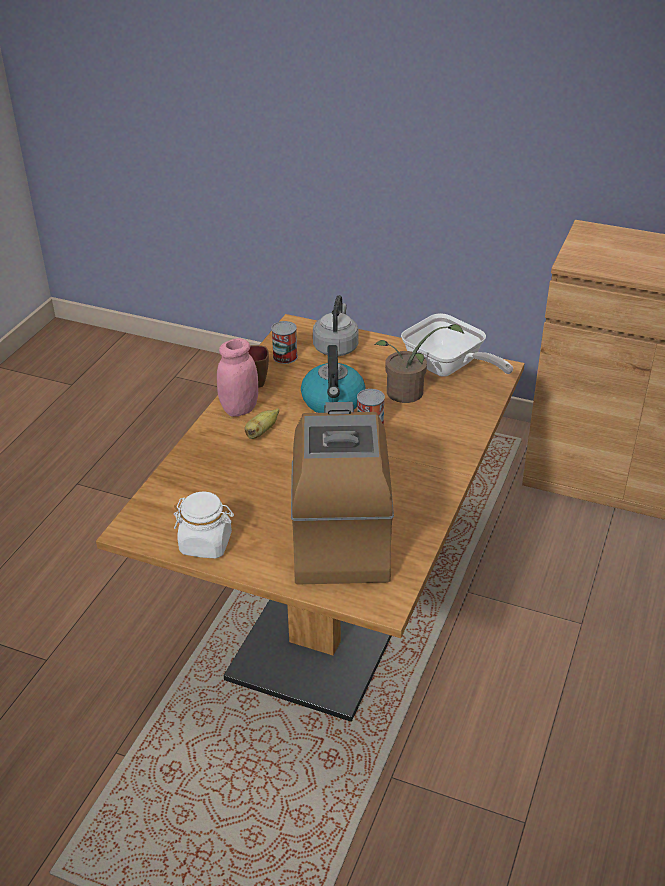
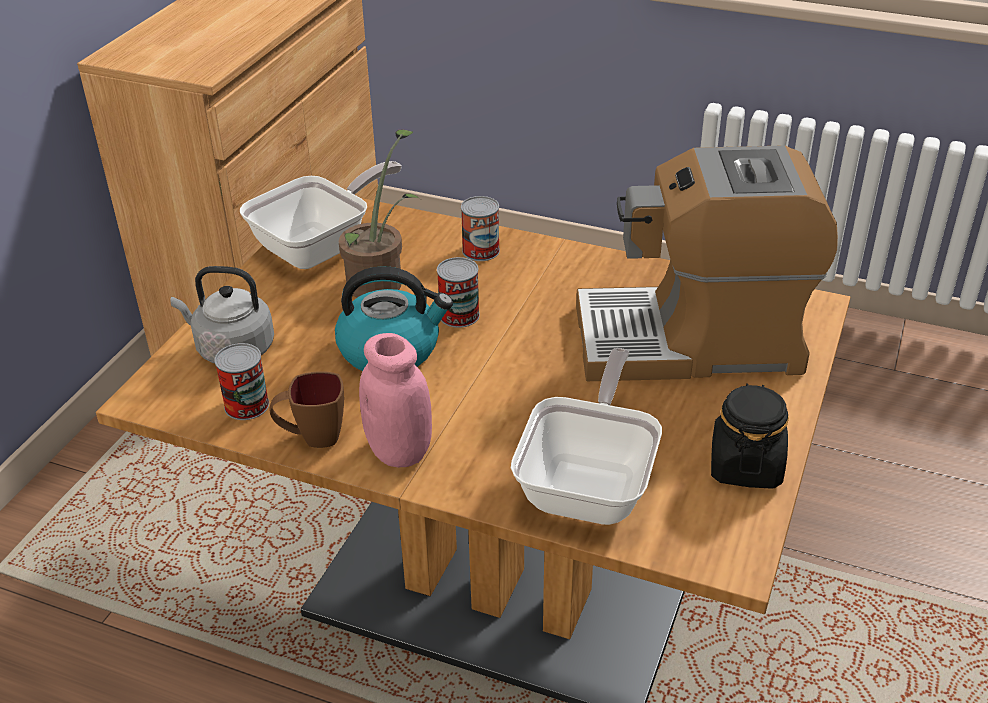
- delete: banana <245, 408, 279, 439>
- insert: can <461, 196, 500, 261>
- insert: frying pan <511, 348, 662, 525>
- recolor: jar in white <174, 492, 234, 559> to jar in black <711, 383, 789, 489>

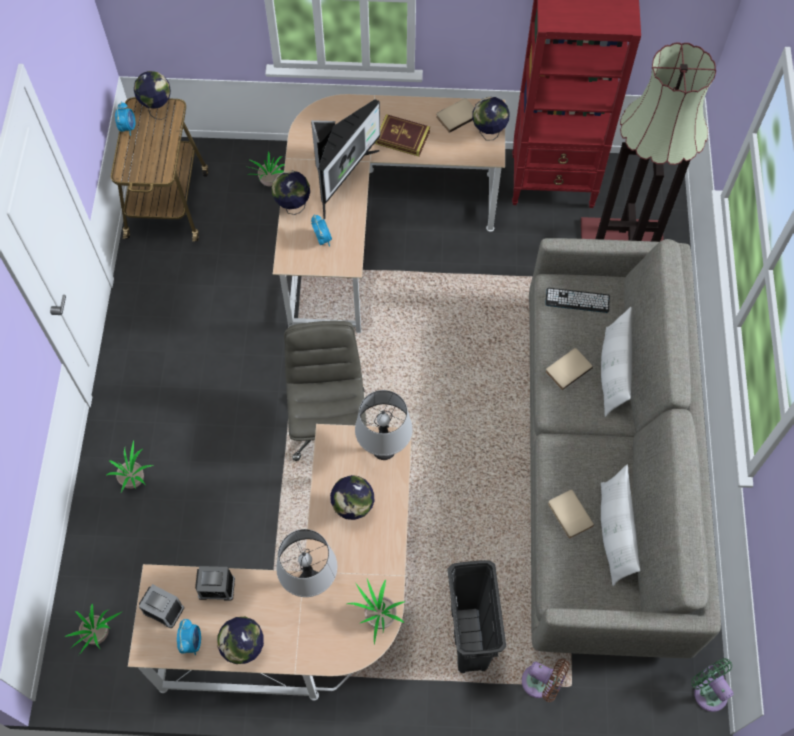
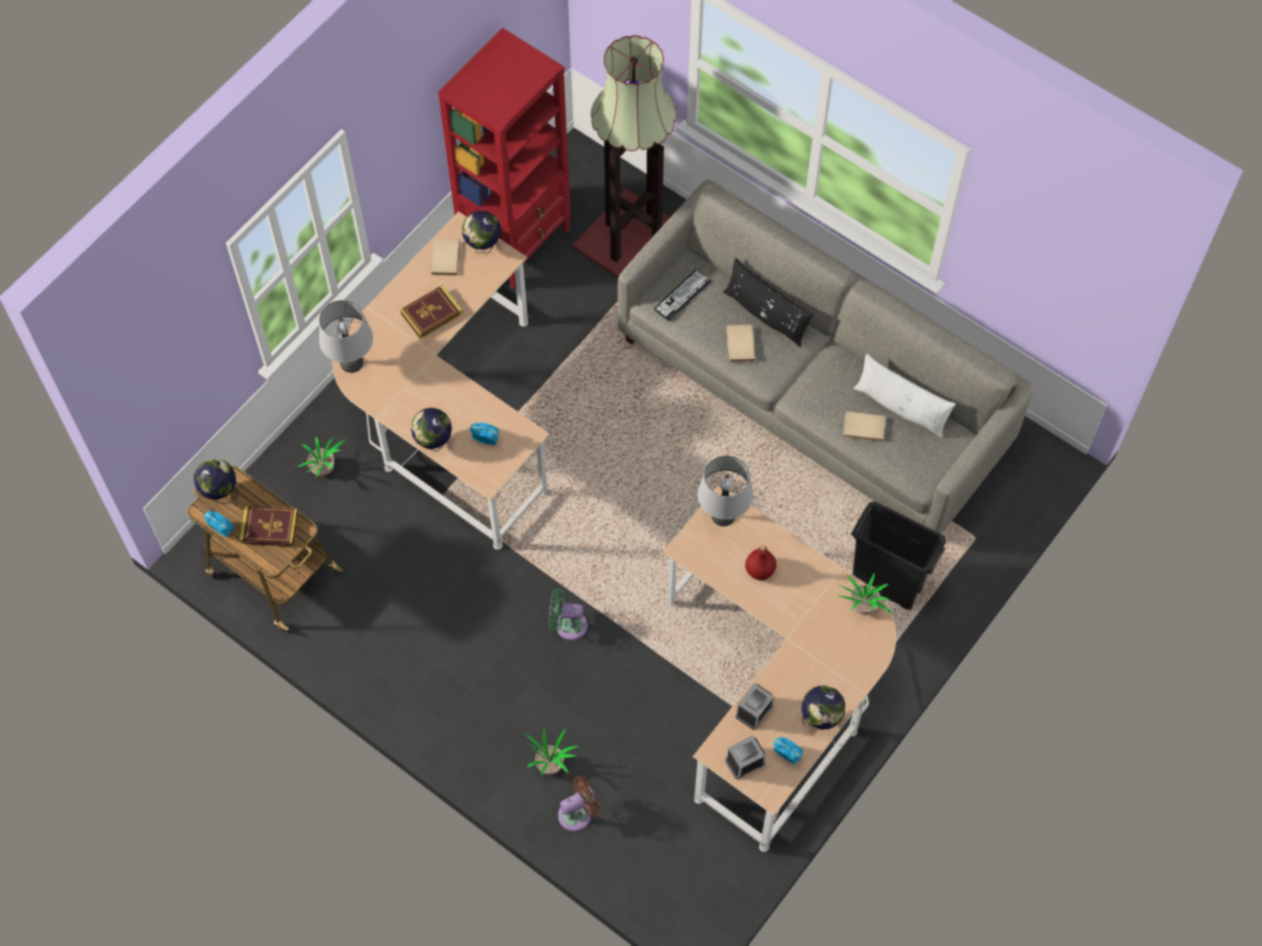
- delete: potted plant <65, 604, 121, 655>
- delete: office chair in grey <284, 321, 367, 461>
- delete: monitor <311, 99, 380, 219>
- insert: book <239, 506, 298, 547>
- move: table lamp in grey <276, 529, 337, 597> to <319, 300, 373, 373>
- move: fan in brown <522, 659, 570, 702> to <558, 776, 601, 832>
- move: fan in green <691, 658, 733, 712> to <548, 588, 588, 640>
- replace: globe <330, 475, 375, 520> to bottle in red <745, 546, 777, 580>
- recolor: pillow in white <601, 307, 632, 417> to pillow in black <723, 257, 814, 347>

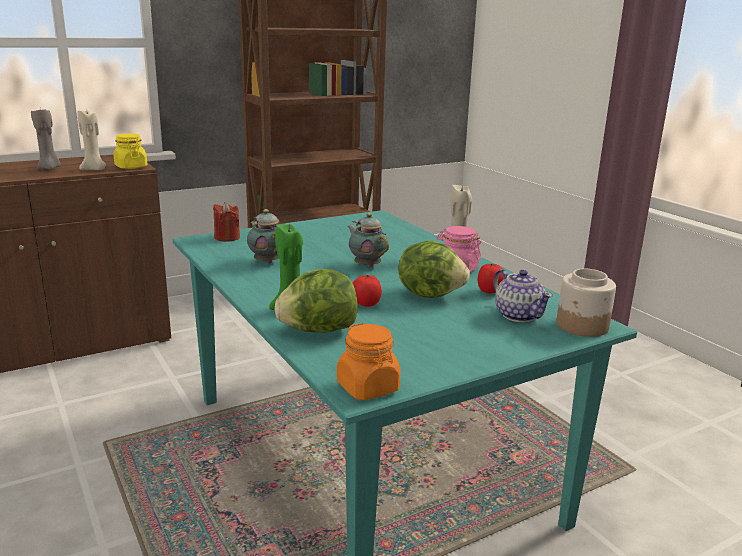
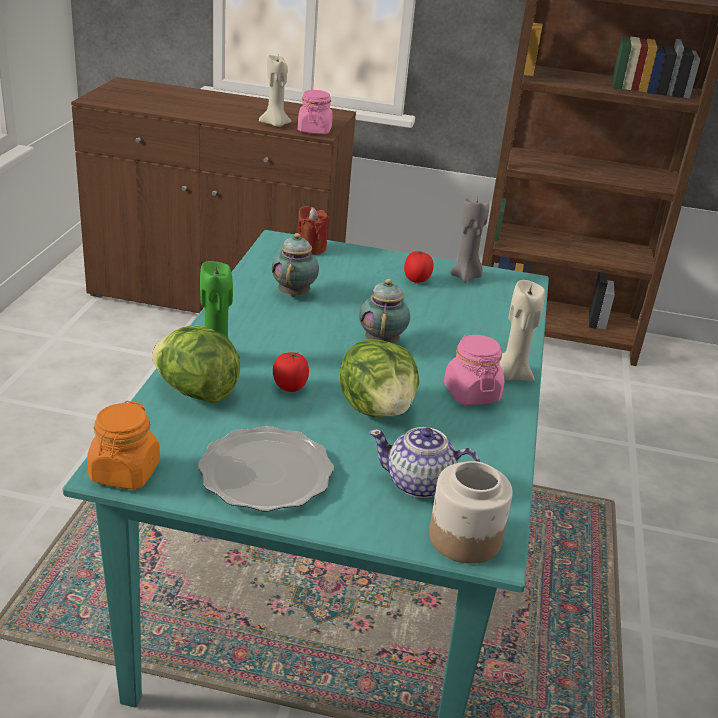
- insert: plate <198, 426, 334, 512>
- move: candle in grey <31, 109, 61, 170> to <451, 198, 489, 283>
- move: tomato <478, 263, 504, 294> to <404, 251, 434, 283>
- recolor: jar in yellow <113, 133, 148, 169> to jar in pink <298, 90, 333, 134>
- rotate: teapot <493, 269, 553, 322> = <369, 427, 480, 498> 90 degrees clockwise

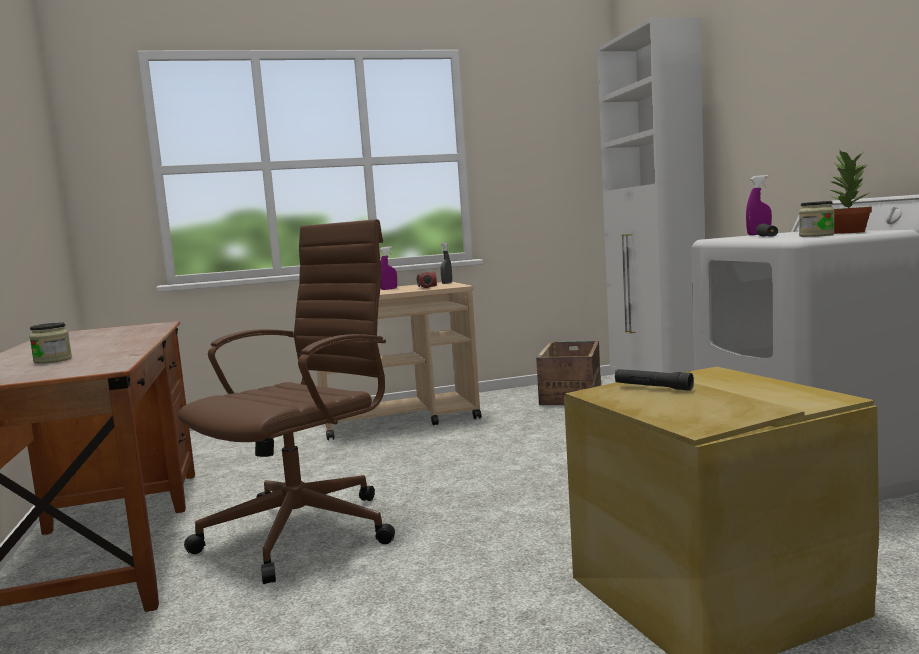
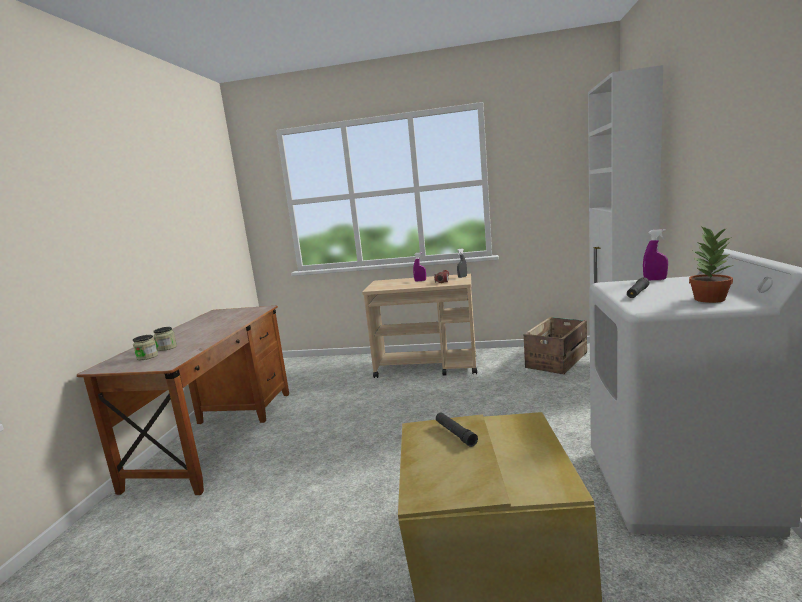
- delete: office chair in brown <178, 219, 395, 584>
- move: jar <799, 201, 834, 237> to <133, 335, 158, 360>

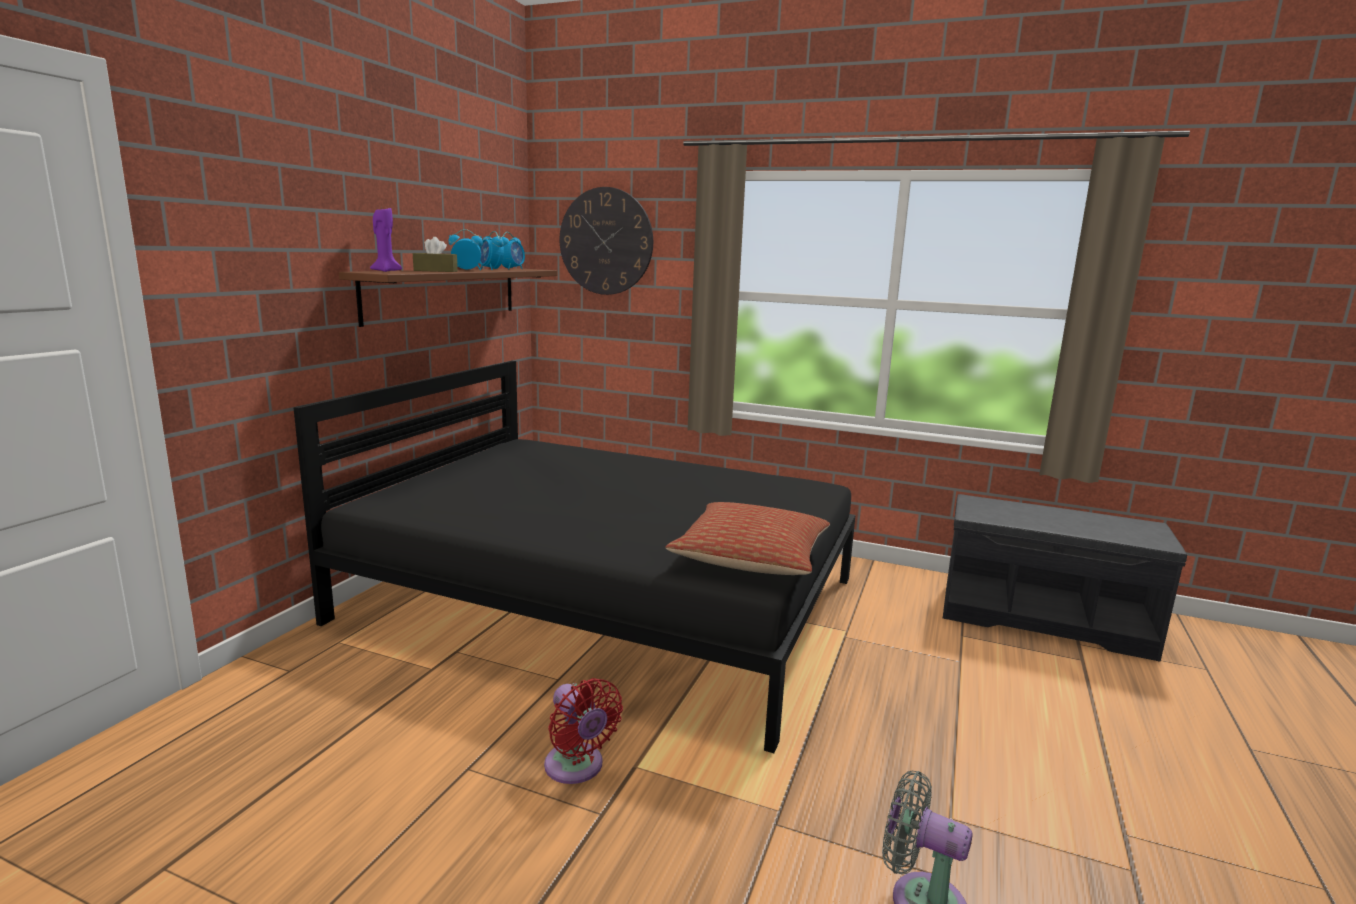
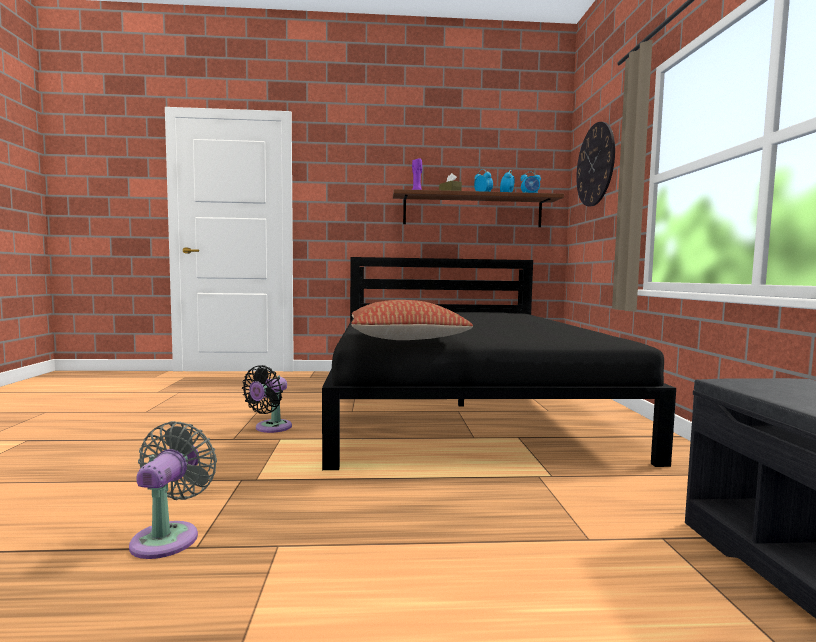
- recolor: fan in red <544, 678, 623, 784> to fan in black <242, 365, 292, 433>

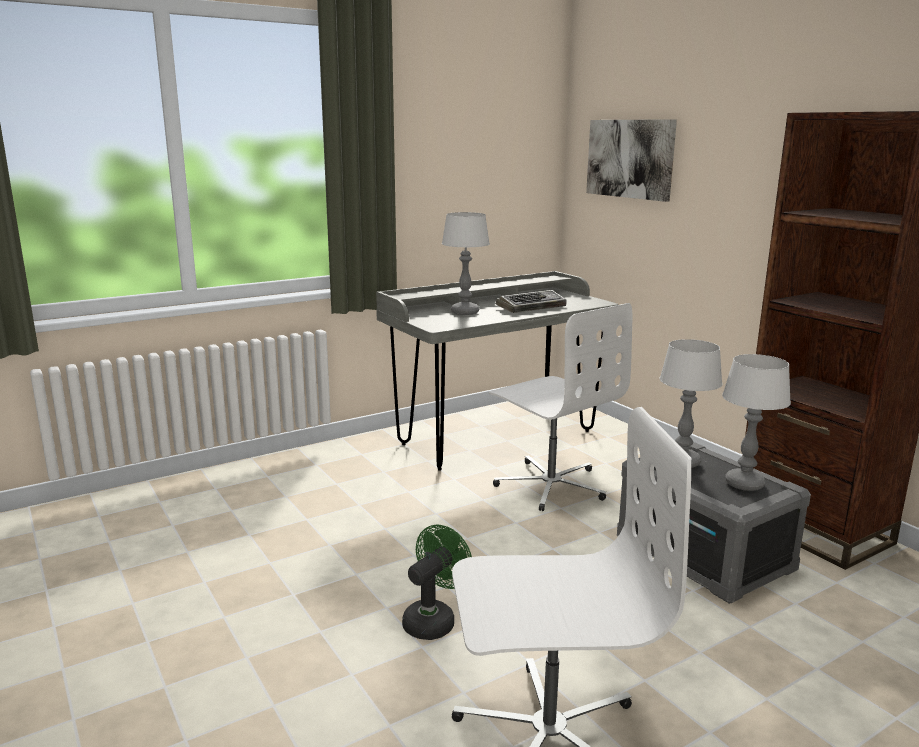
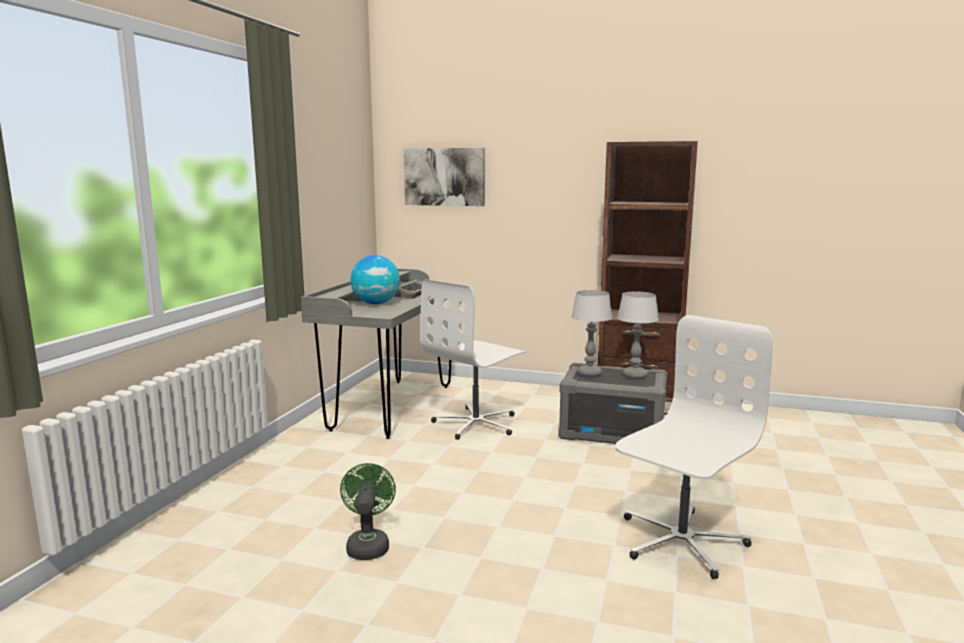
- move: fan in green <402, 525, 472, 640> to <340, 463, 396, 560>
- replace: table lamp <442, 212, 490, 315> to globe <351, 255, 400, 304>
- rotate: office chair in white <489, 303, 633, 511> = <420, 279, 526, 440> 120 degrees clockwise

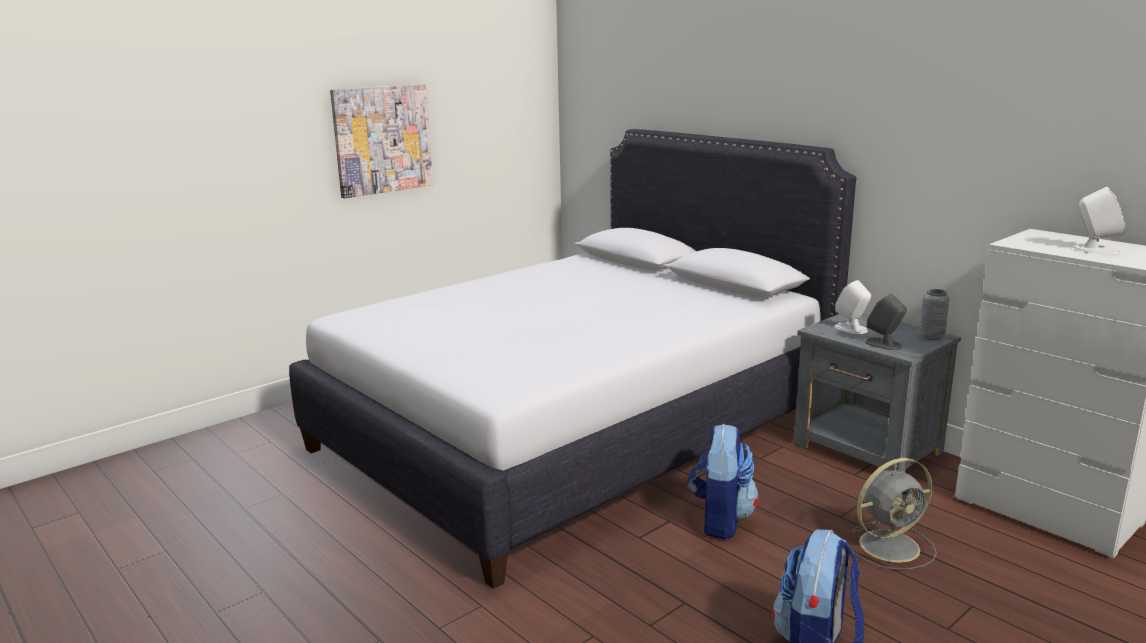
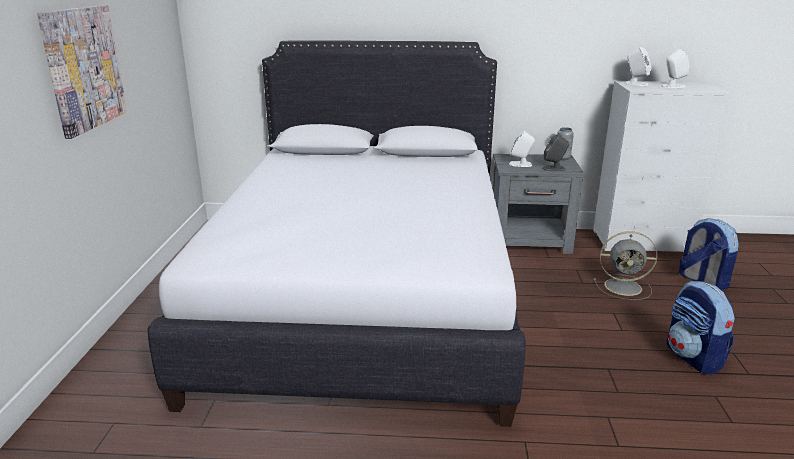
- insert: speaker in white <624, 47, 652, 86>
- move: backpack <687, 424, 759, 540> to <679, 218, 739, 290>
- rotate: fan in grey <852, 458, 937, 570> = <594, 231, 657, 300> 75 degrees clockwise

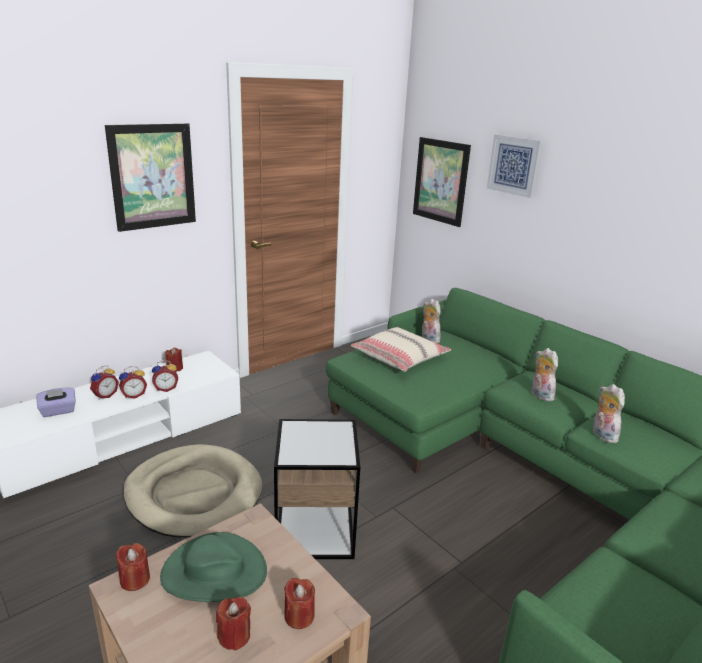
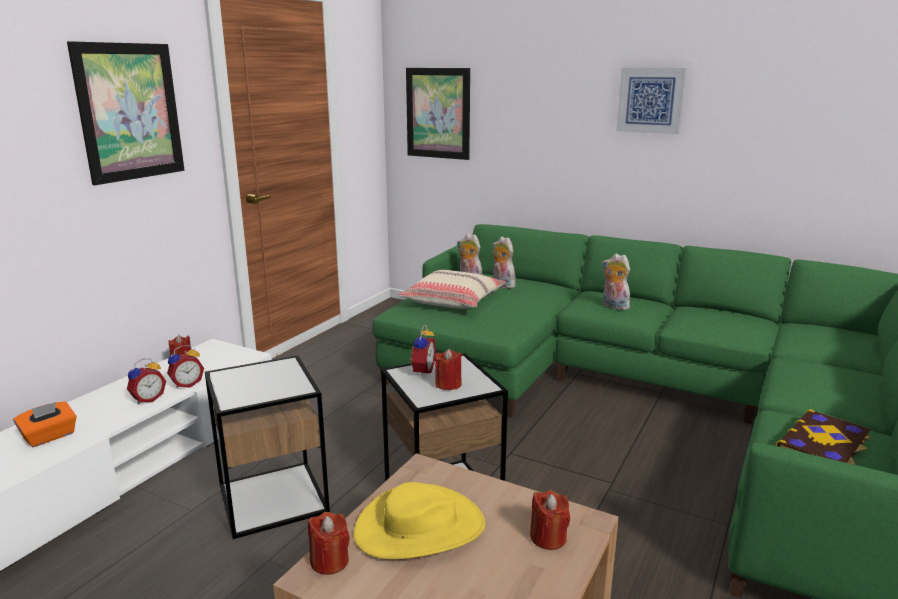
- insert: book <776, 409, 871, 465>
- move: alarm clock <90, 365, 119, 400> to <409, 325, 436, 377>
- move: candle in red <216, 597, 251, 651> to <435, 349, 462, 390>
- move: picture <487, 134, 543, 198> to <616, 68, 686, 134>
- move: plush toy <593, 384, 625, 443> to <492, 236, 516, 289>
- replace: dog bed in beige <123, 444, 262, 537> to side table <205, 355, 330, 539>
- recolor: tissue box in purple <36, 387, 76, 417> to tissue box in orange <13, 402, 77, 447>
- recolor: hat in green <160, 532, 267, 602> to hat in yellow <354, 482, 485, 559>

